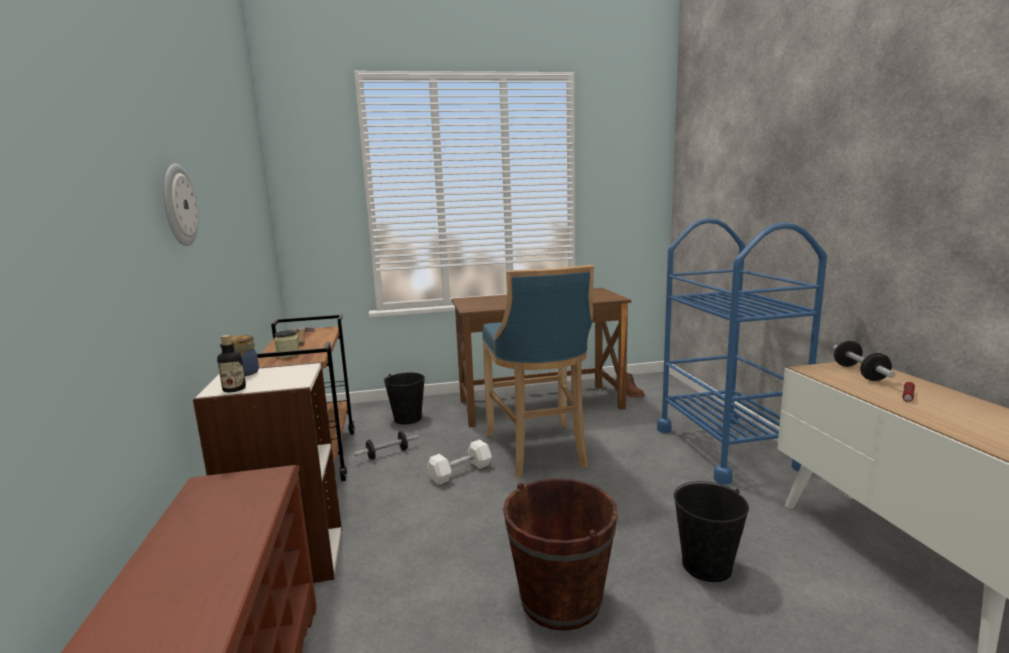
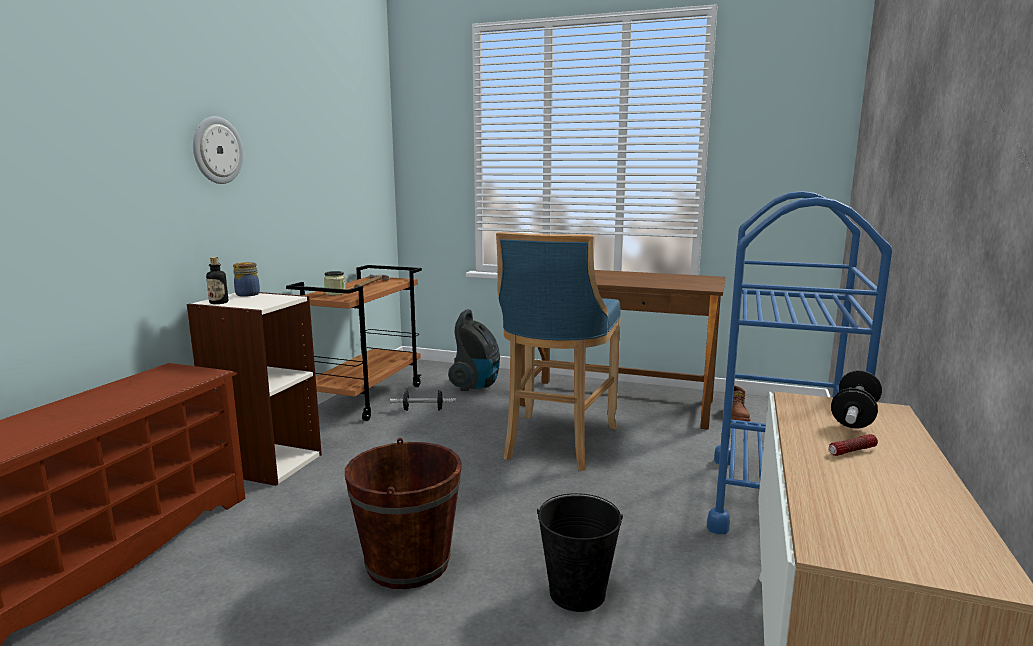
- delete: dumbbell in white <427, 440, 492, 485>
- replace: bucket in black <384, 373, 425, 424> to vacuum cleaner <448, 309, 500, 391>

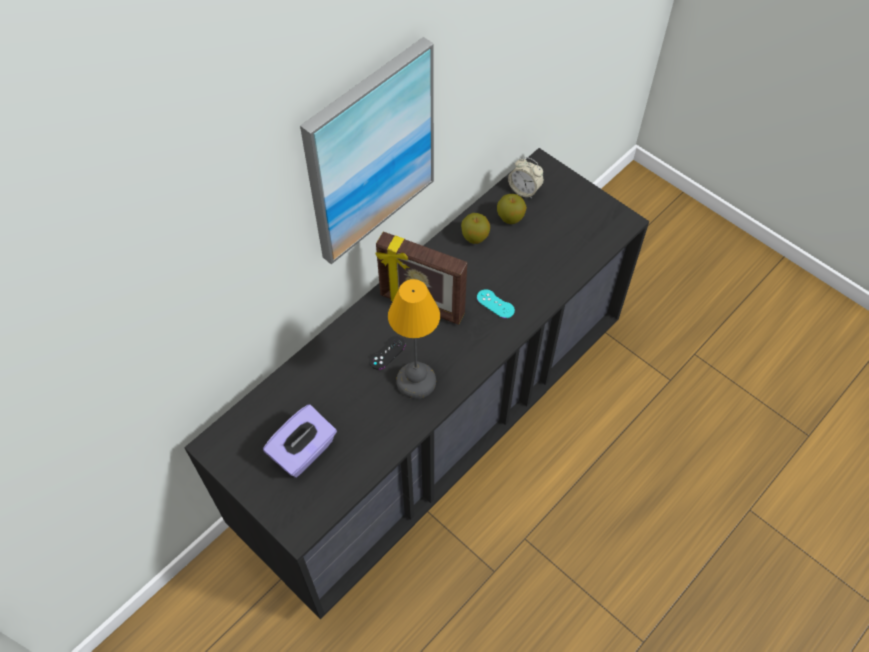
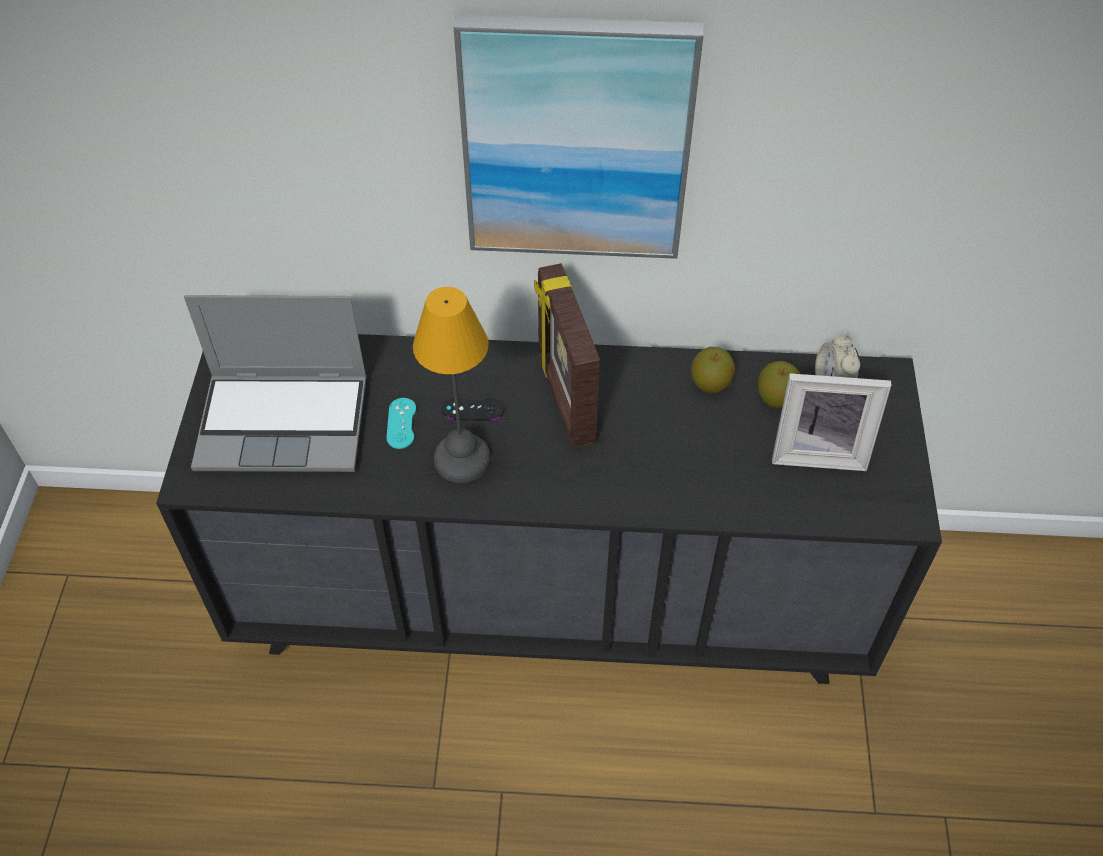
- insert: picture frame <772, 373, 892, 471>
- move: game controller in turquoise <477, 289, 515, 318> to <386, 398, 416, 449>
- replace: tissue box in purple <263, 404, 337, 478> to laptop <184, 295, 367, 472>

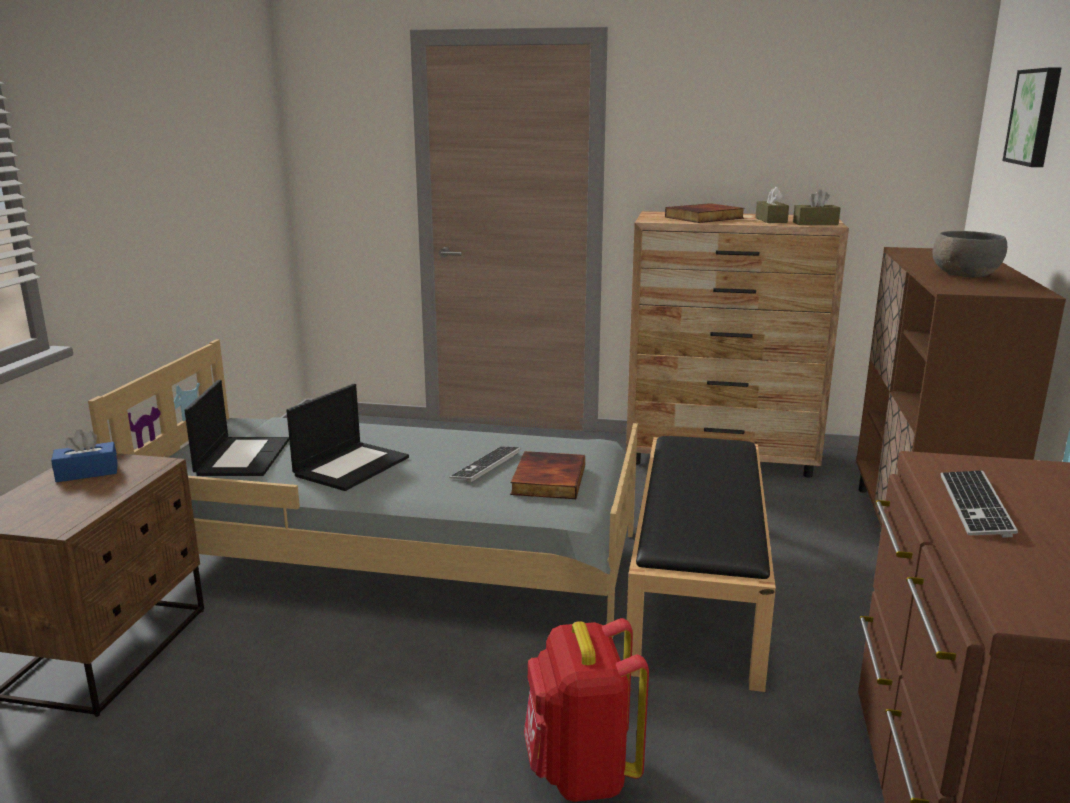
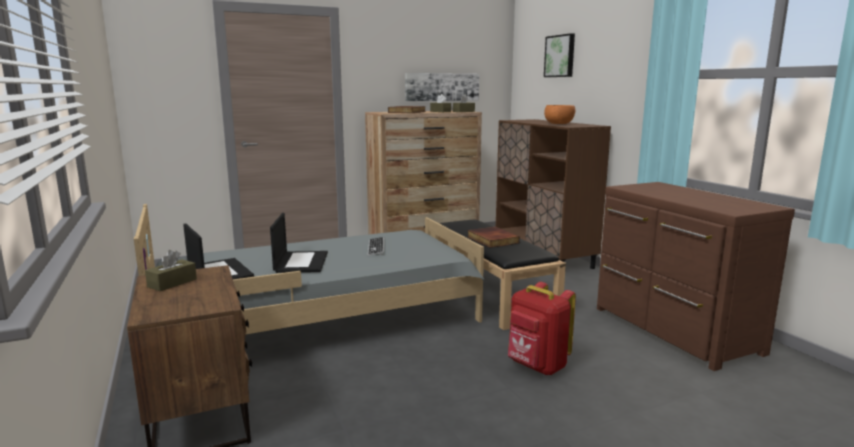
- delete: keyboard <940, 471, 1018, 538>
- insert: picture <405, 73, 479, 101>
- move: book <510, 451, 585, 499> to <467, 227, 520, 248>
- recolor: tissue box in blue <51, 429, 118, 482> to tissue box in brown <145, 250, 197, 291>
- recolor: bowl in grey <933, 231, 1007, 278> to bowl in orange <544, 105, 575, 124>

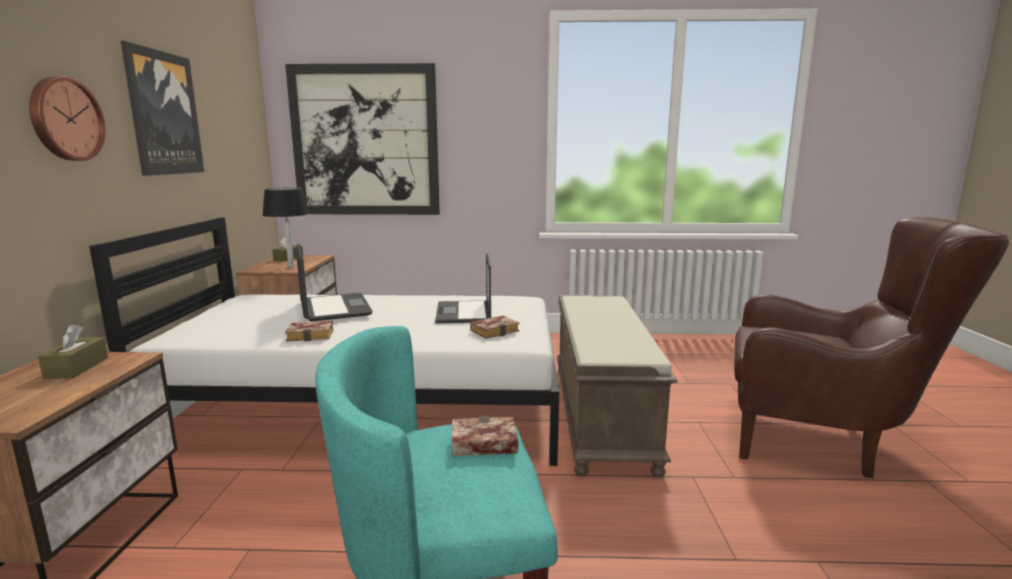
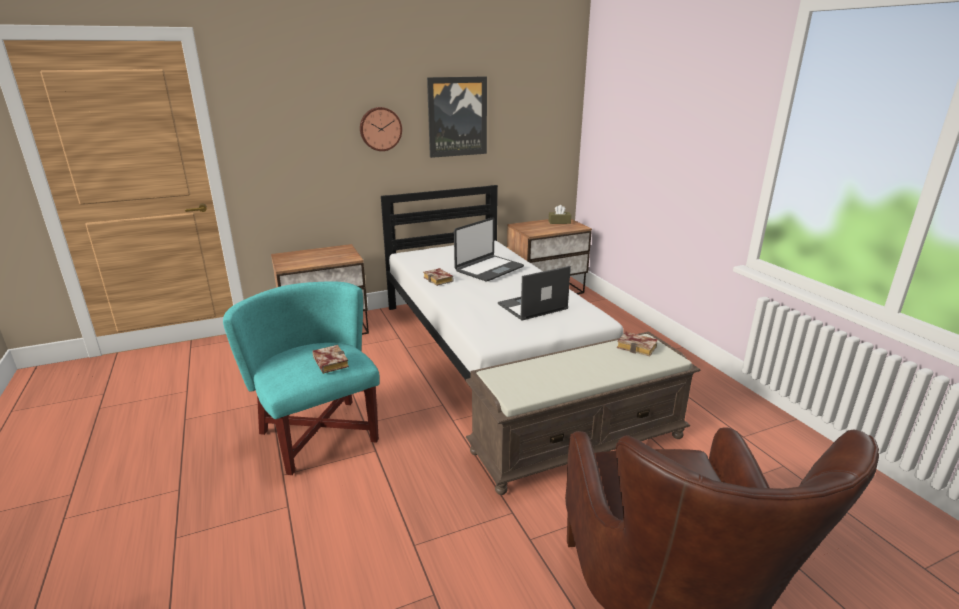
- delete: tissue box in brown <38, 324, 108, 379>
- delete: table lamp in black <262, 188, 309, 268>
- delete: picture <285, 63, 440, 215>
- move: book <470, 316, 519, 339> to <617, 332, 658, 357>

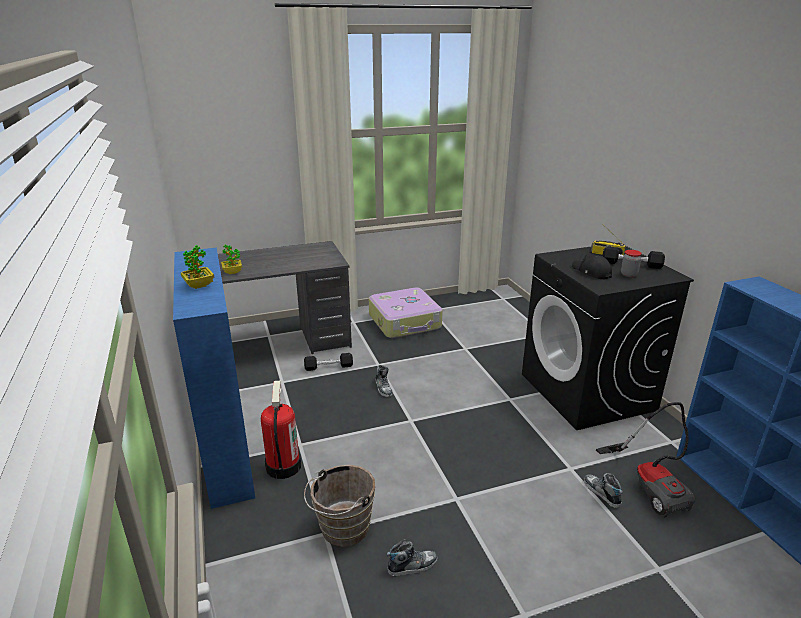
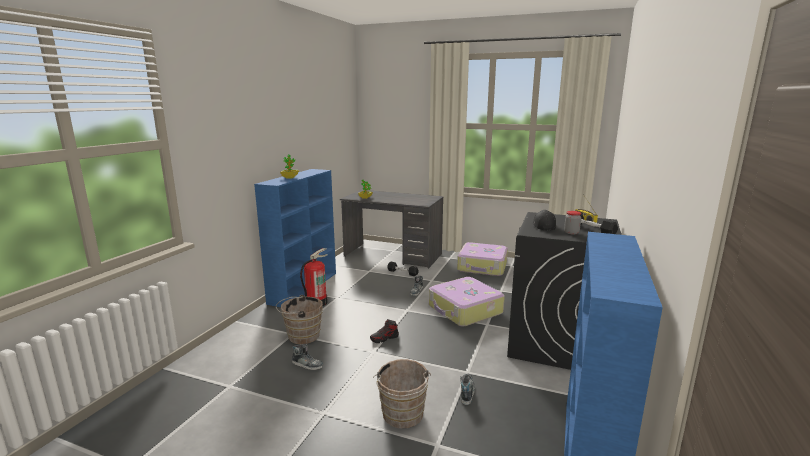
- delete: vacuum cleaner <596, 402, 695, 517>
- insert: shoe <370, 319, 399, 343>
- insert: bucket in brown <373, 359, 431, 428>
- insert: suitcase <429, 277, 505, 327>

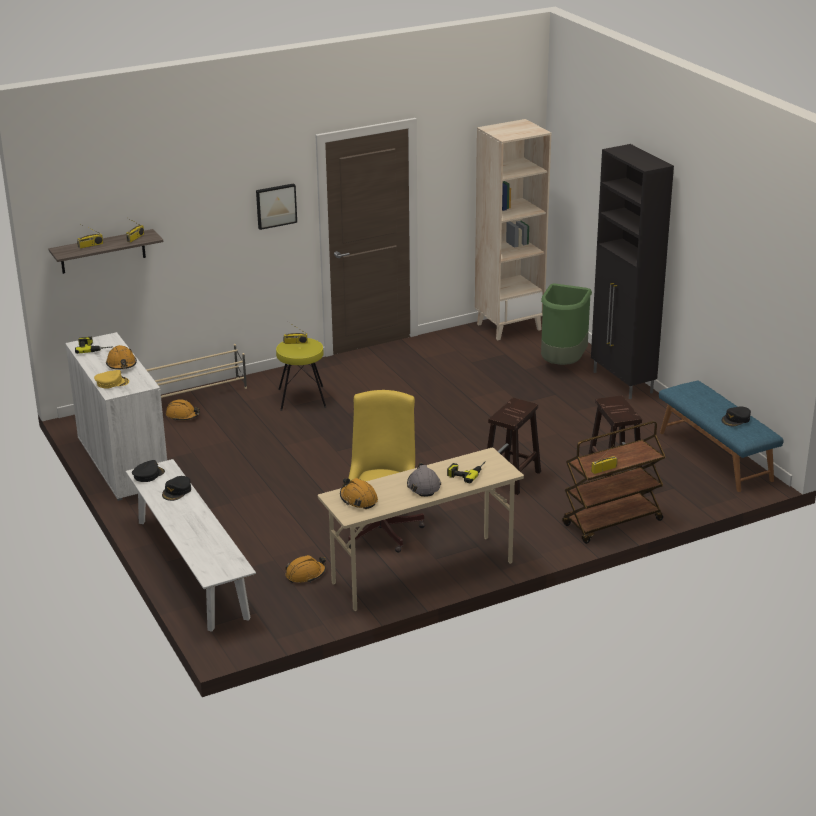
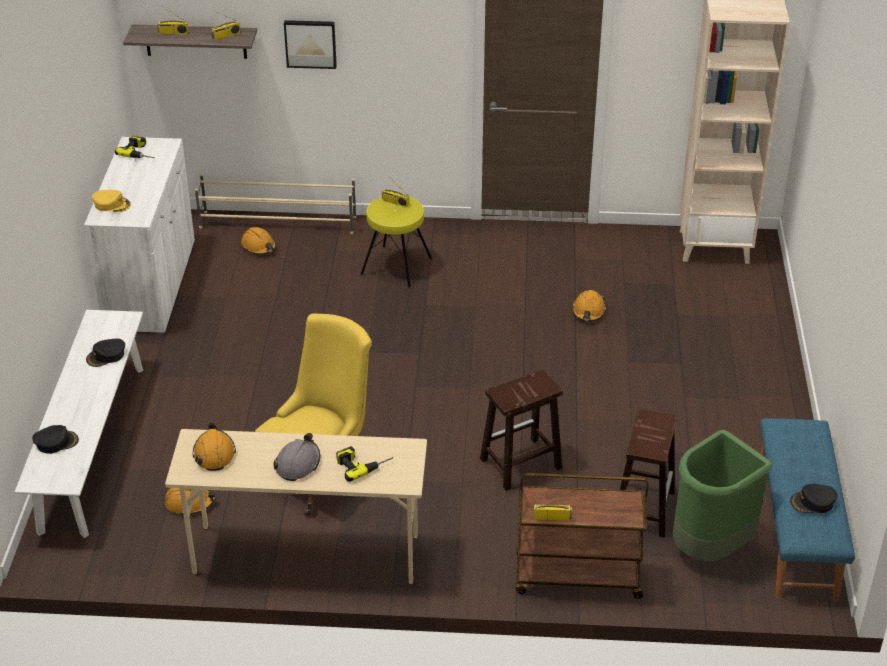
- delete: cabinet in black <591, 144, 674, 399>
- move: hard hat in orange <106, 345, 137, 369> to <572, 290, 606, 322>
- move: cap in black <132, 460, 165, 482> to <32, 425, 79, 454>
- move: picture <256, 183, 297, 230> to <284, 20, 337, 69>
- move: trash can in green <541, 284, 592, 365> to <673, 430, 772, 561>

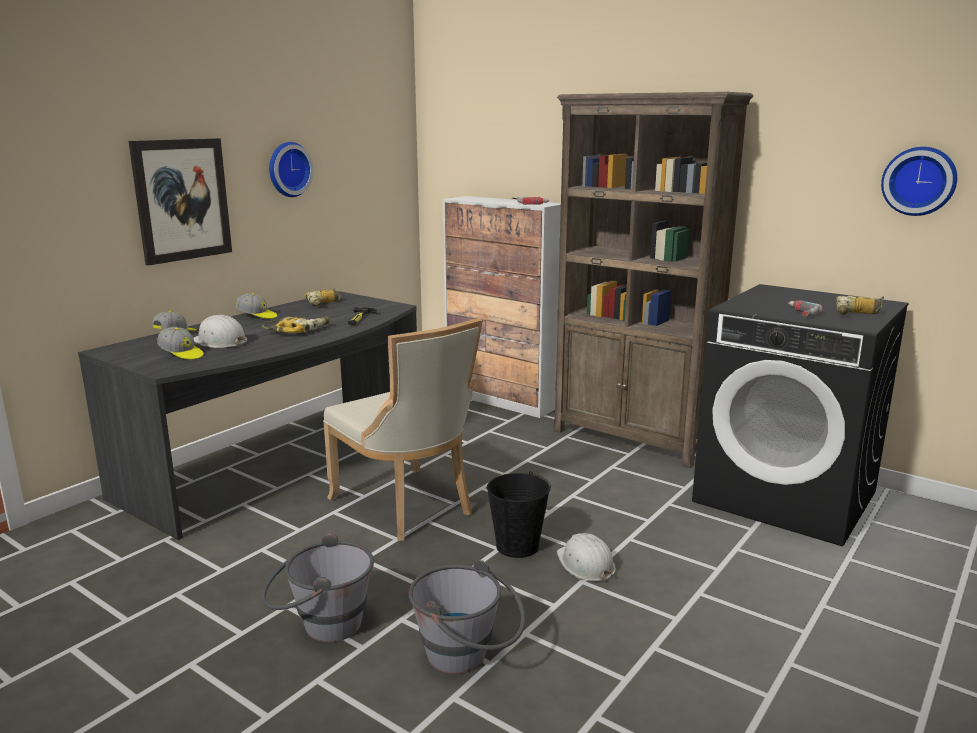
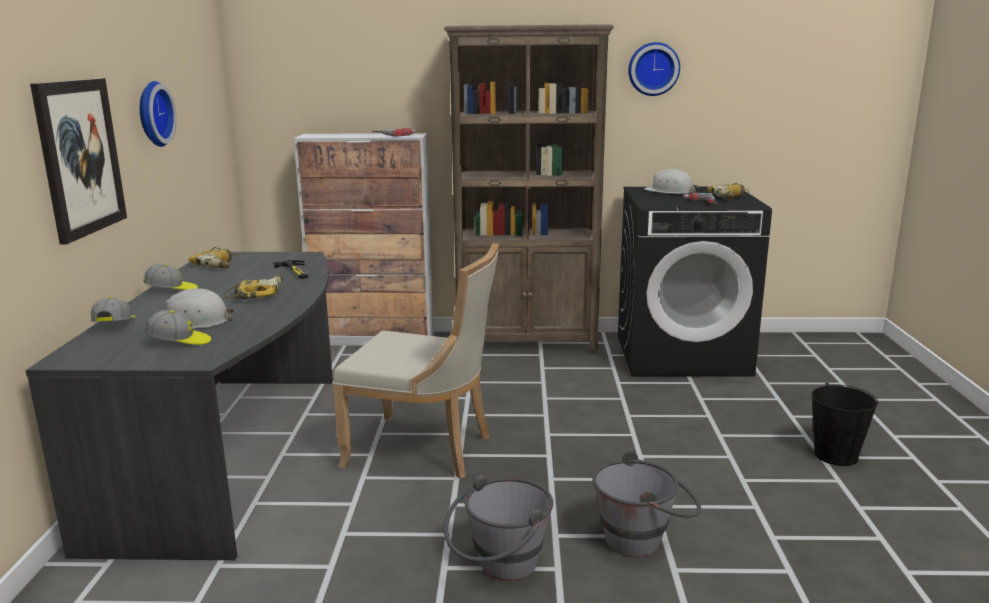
- move: bucket in black <487, 471, 551, 558> to <812, 383, 878, 466>
- move: hard hat in white <557, 533, 616, 583> to <644, 169, 698, 194>
- move: wall clock <881, 147, 957, 216> to <628, 42, 680, 96>

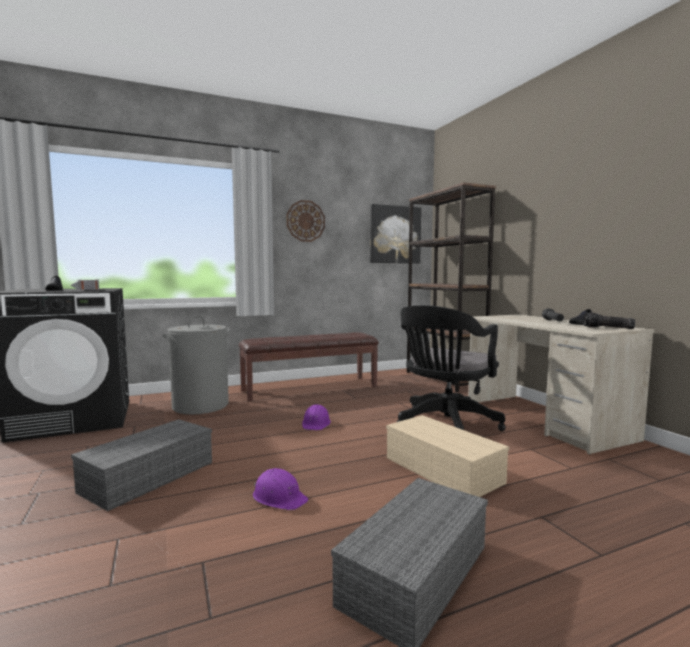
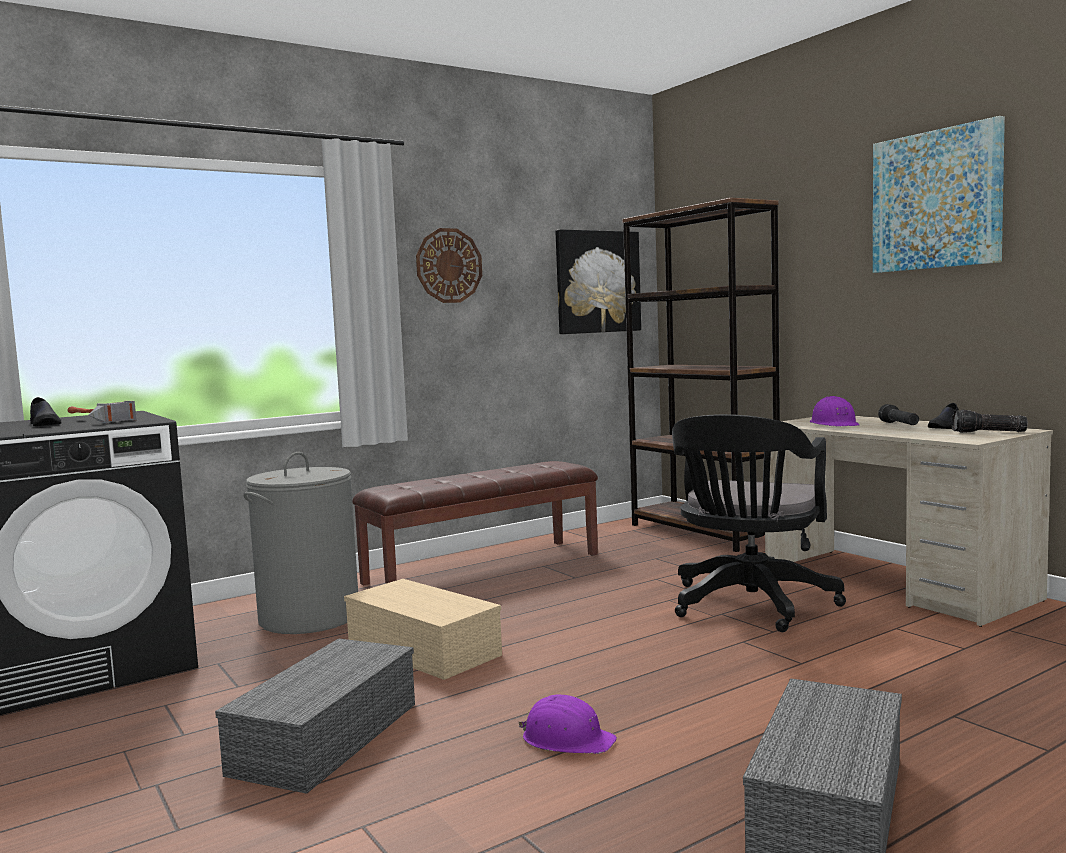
- insert: picture <873, 116, 1005, 273>
- move: hard hat in purple <302, 404, 331, 430> to <810, 396, 859, 426>
- move: storage box in beige <386, 415, 509, 497> to <344, 579, 502, 680>

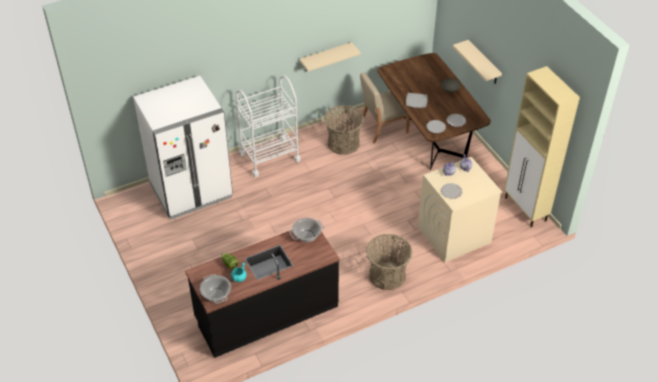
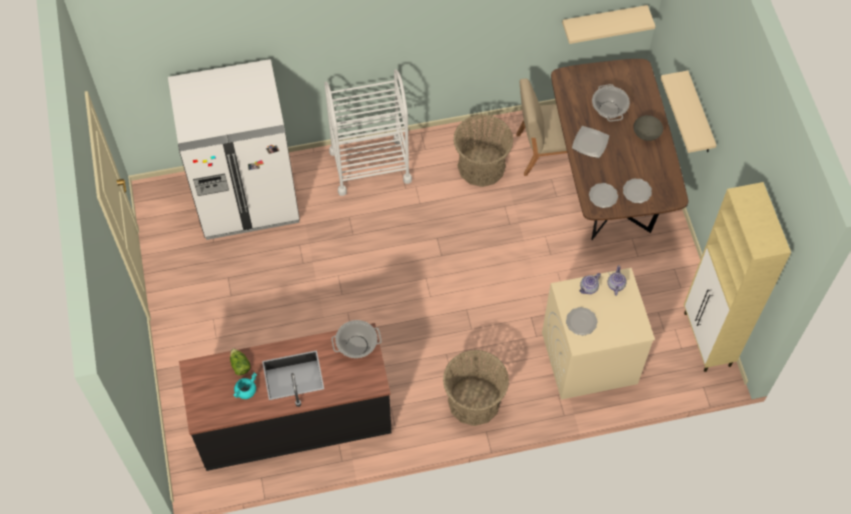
- move: cooking pot <200, 274, 231, 304> to <592, 84, 630, 122>
- move: shelf in beige <299, 42, 360, 72> to <562, 5, 655, 44>

